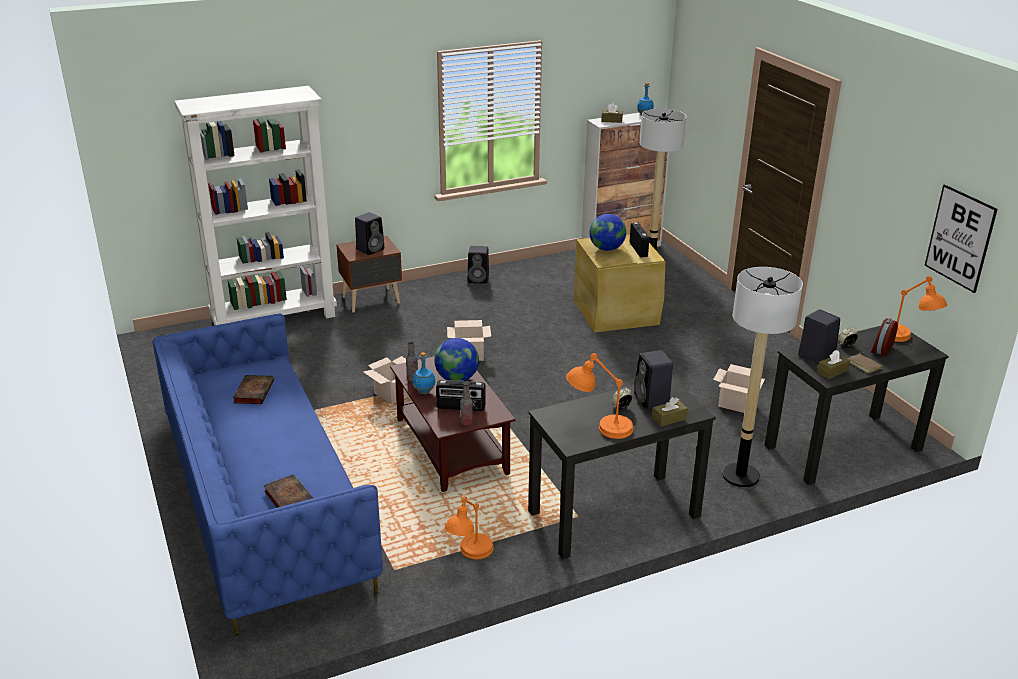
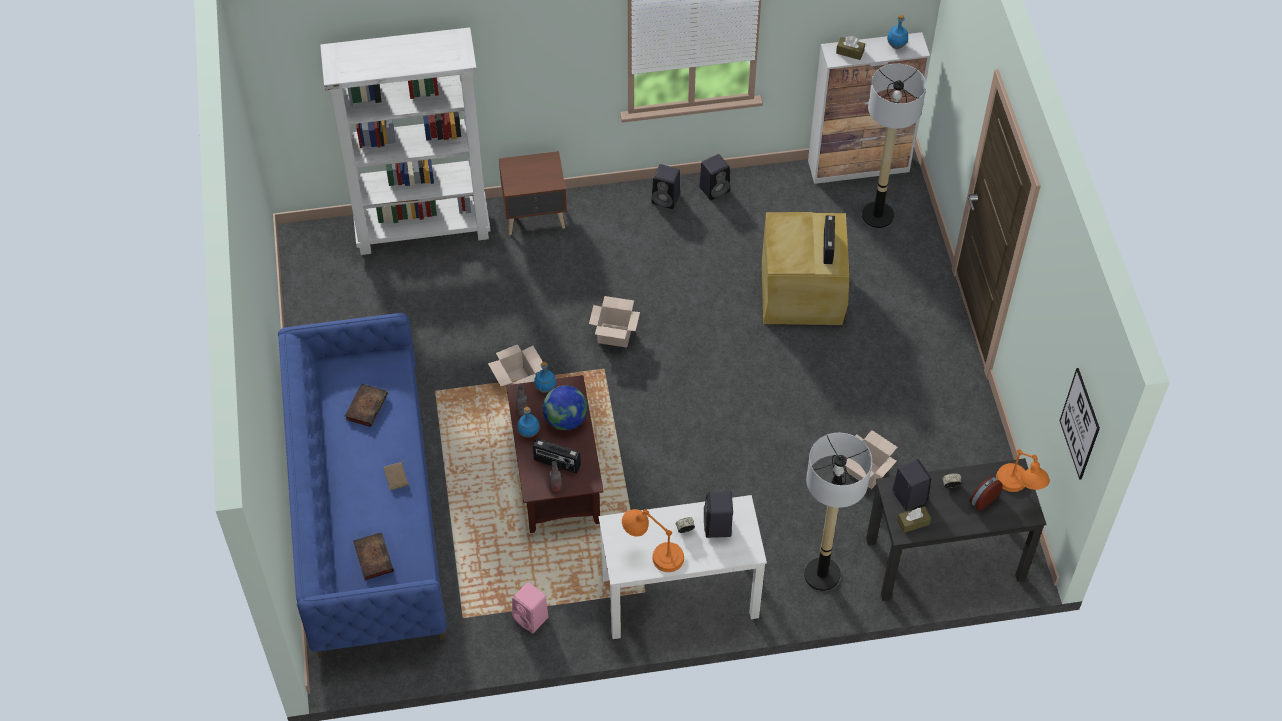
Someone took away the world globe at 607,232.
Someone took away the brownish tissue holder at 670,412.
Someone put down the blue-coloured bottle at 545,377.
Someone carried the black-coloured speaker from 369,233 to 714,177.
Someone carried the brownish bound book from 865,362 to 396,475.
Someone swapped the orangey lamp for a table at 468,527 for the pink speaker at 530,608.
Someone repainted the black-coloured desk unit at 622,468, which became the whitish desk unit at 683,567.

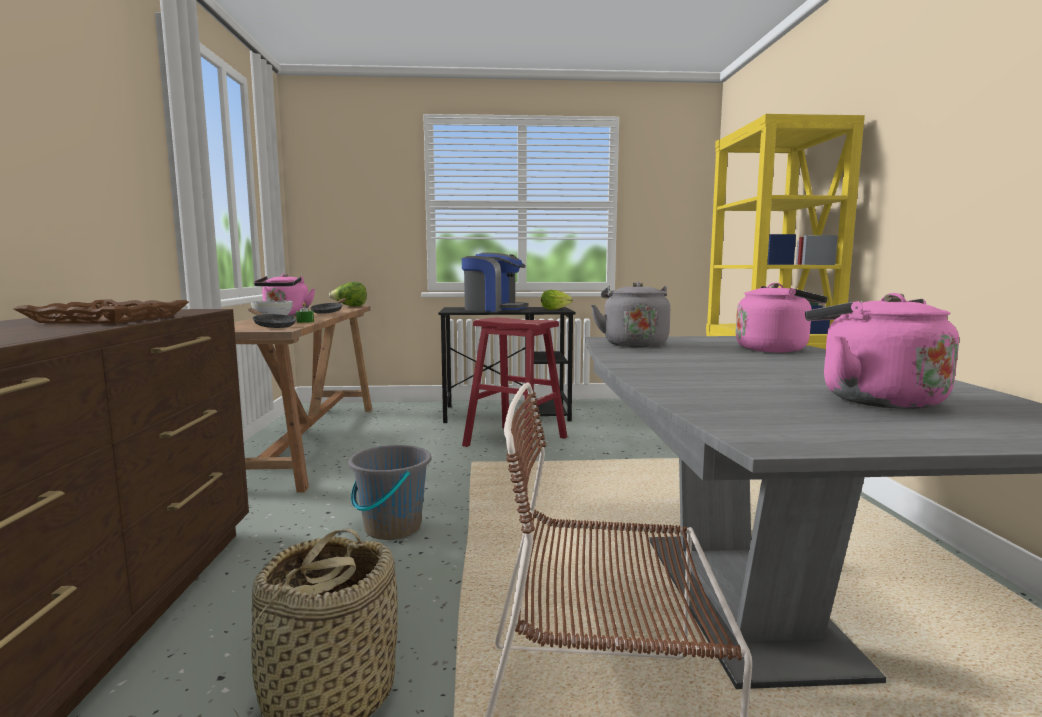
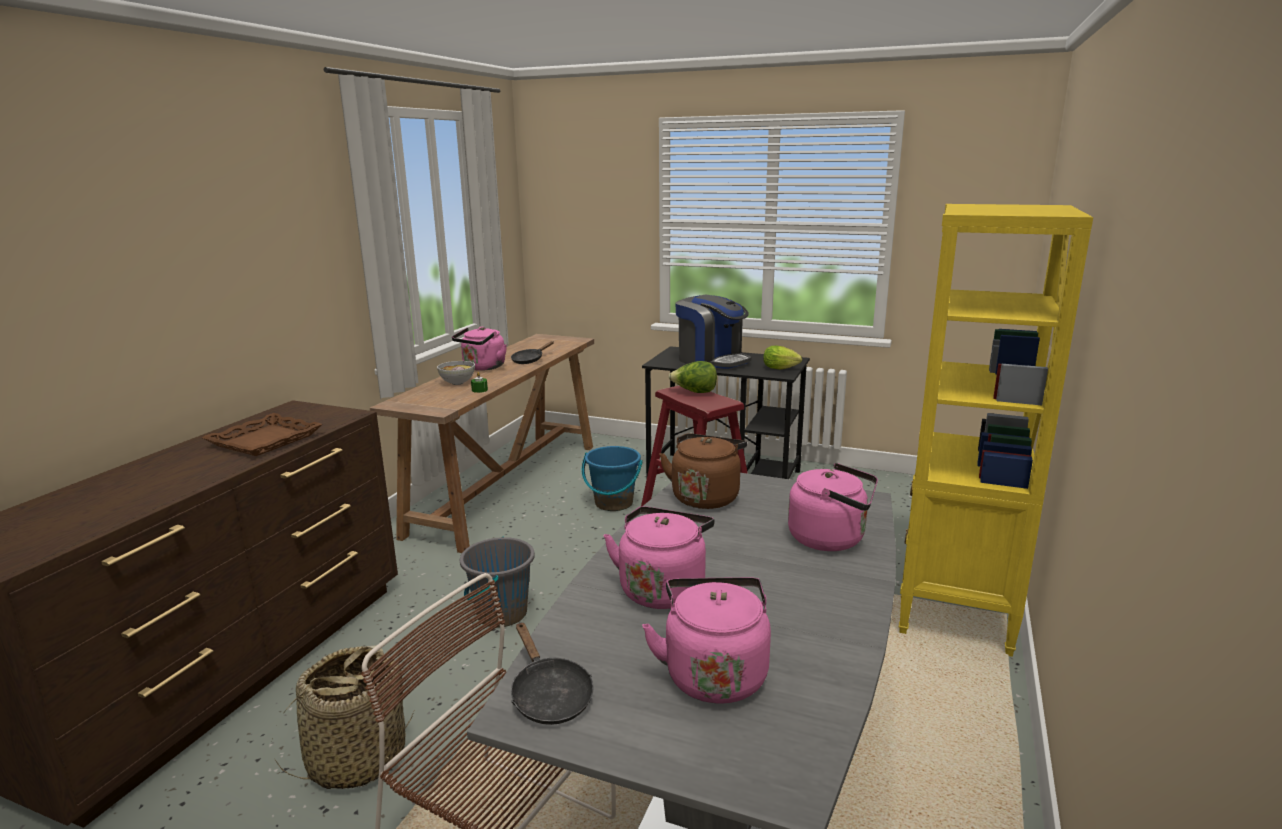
Someone put down the blue-coloured pail at 612,478.
Someone put down the pink tea kettle at 659,557.
Someone carried the black-coloured frying pan from 272,318 to 552,673.
Someone carried the lettuce head from 348,294 to 693,377.
Someone repainted the greyish tea kettle at 630,314, which became the brownish tea kettle at 703,471.

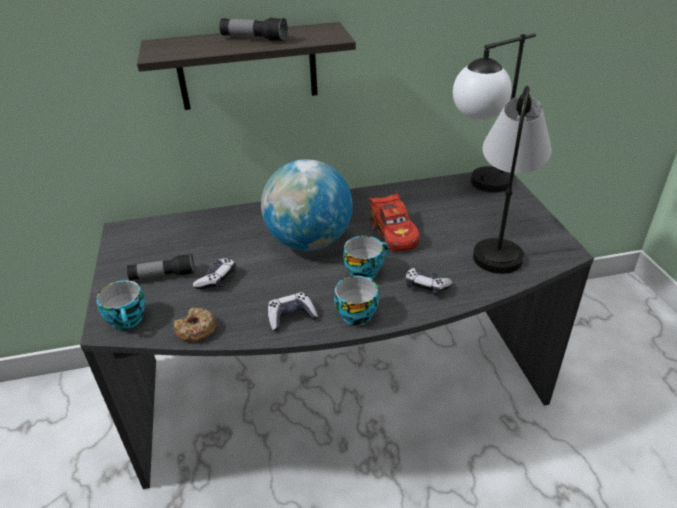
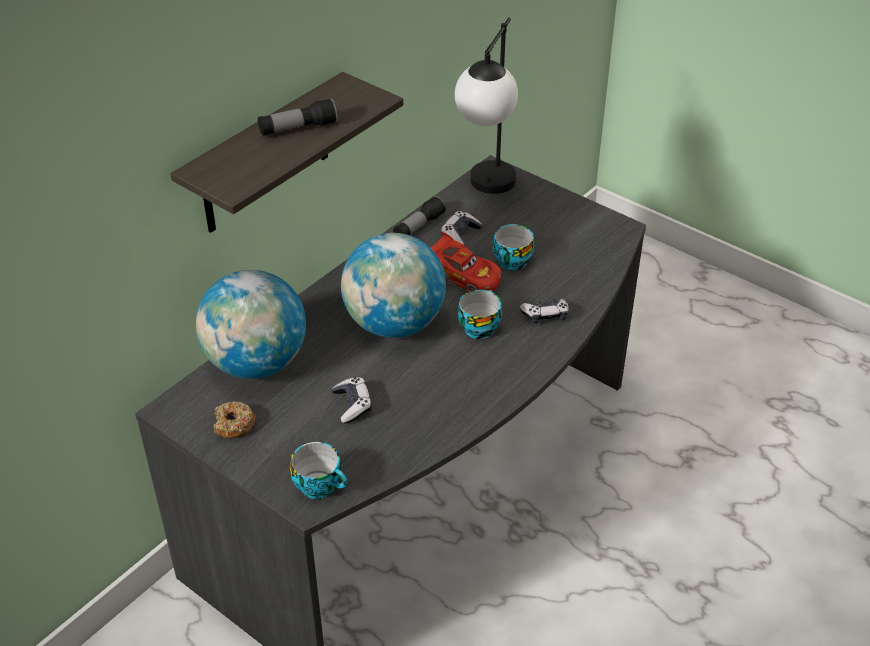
Someone took away the lamp for a table at 512,180.
Someone put down the world globe at 251,324.
Someone carried the hand torch from 161,267 to 419,215.
Someone carried the donut from 195,325 to 234,420.
Someone carried the game controller from 293,311 to 461,228.
Someone carried the cup from 356,301 to 513,247.

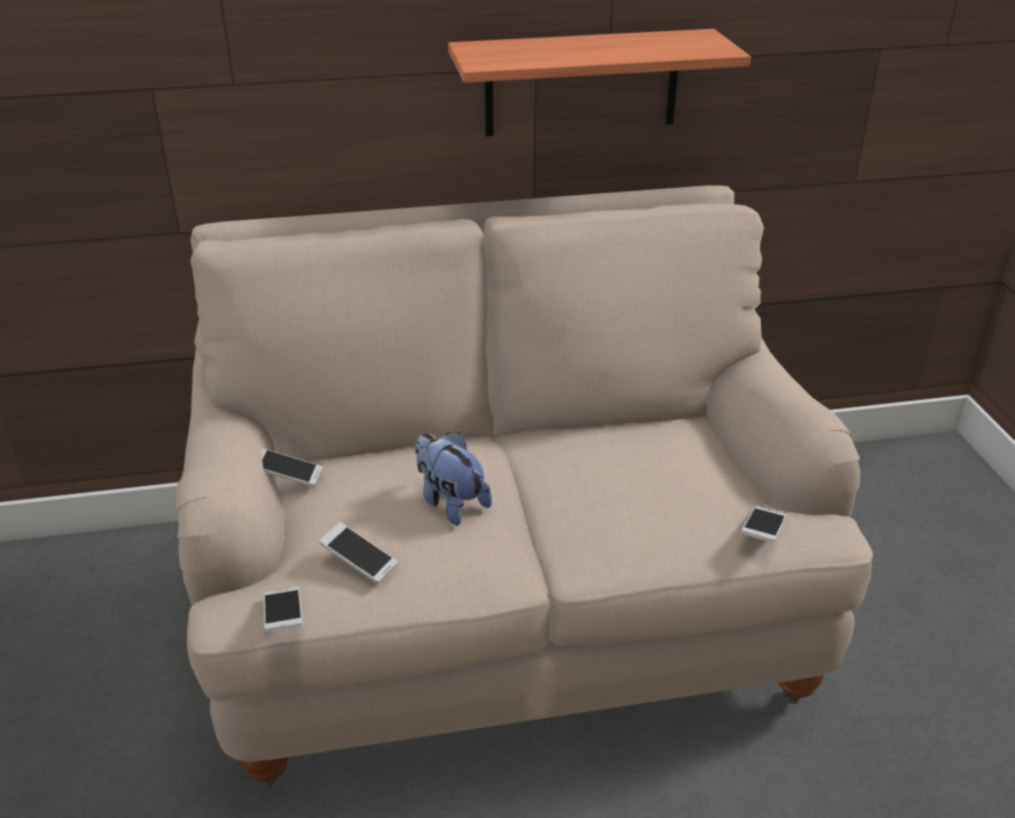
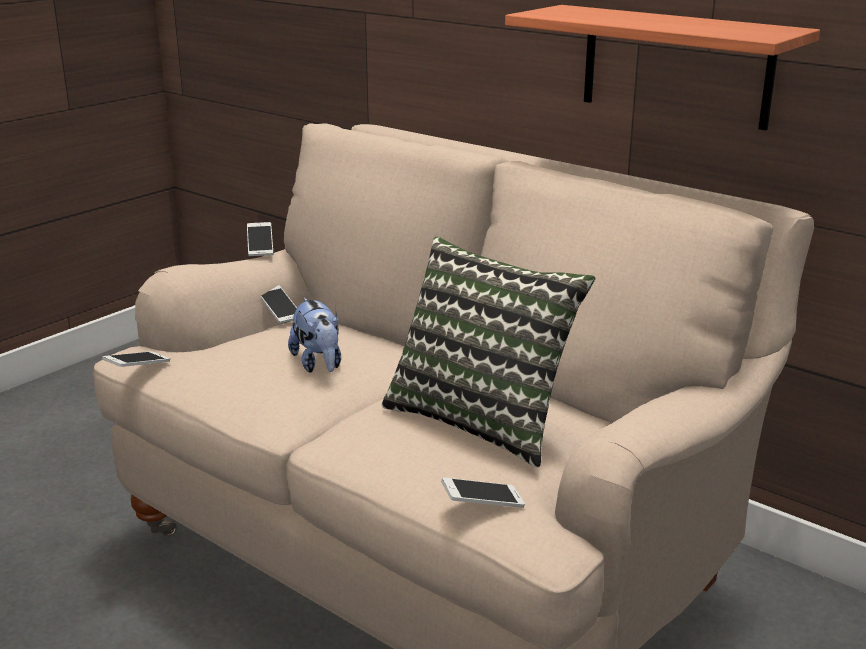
Someone put down the throw pillow at 489,352.
Someone carried the handset from 358,553 to 260,239.
Someone rotated the soft toy at 453,479 by 150 degrees clockwise.

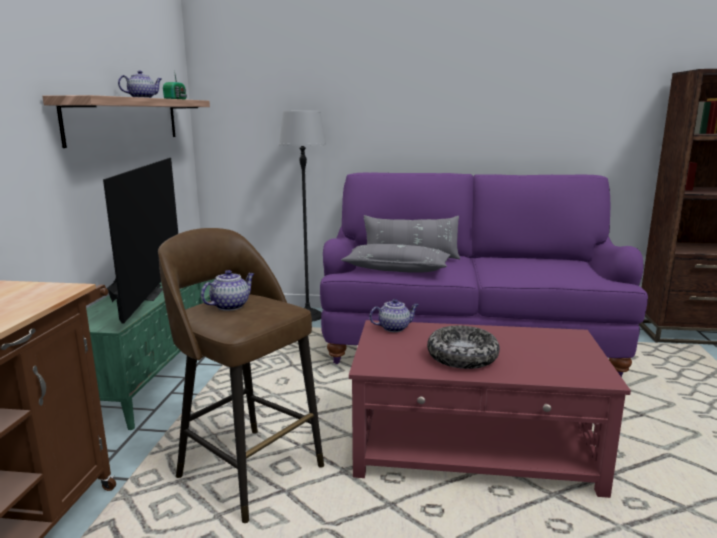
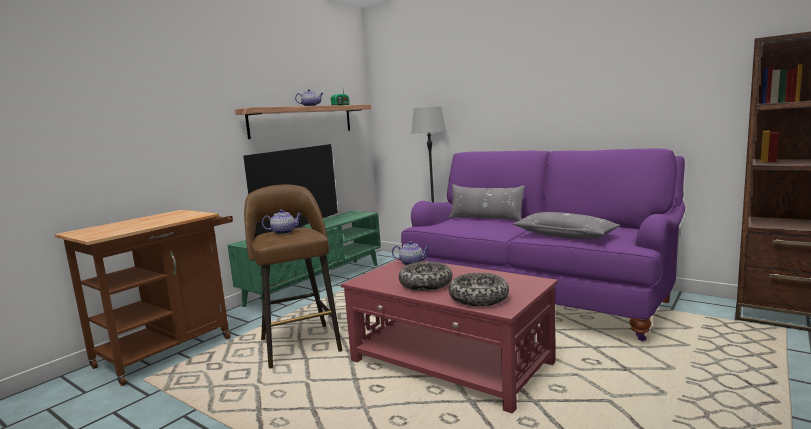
Someone put down the deep dish at 479,289.
Someone carried the greyish throw pillow from 395,258 to 566,225.

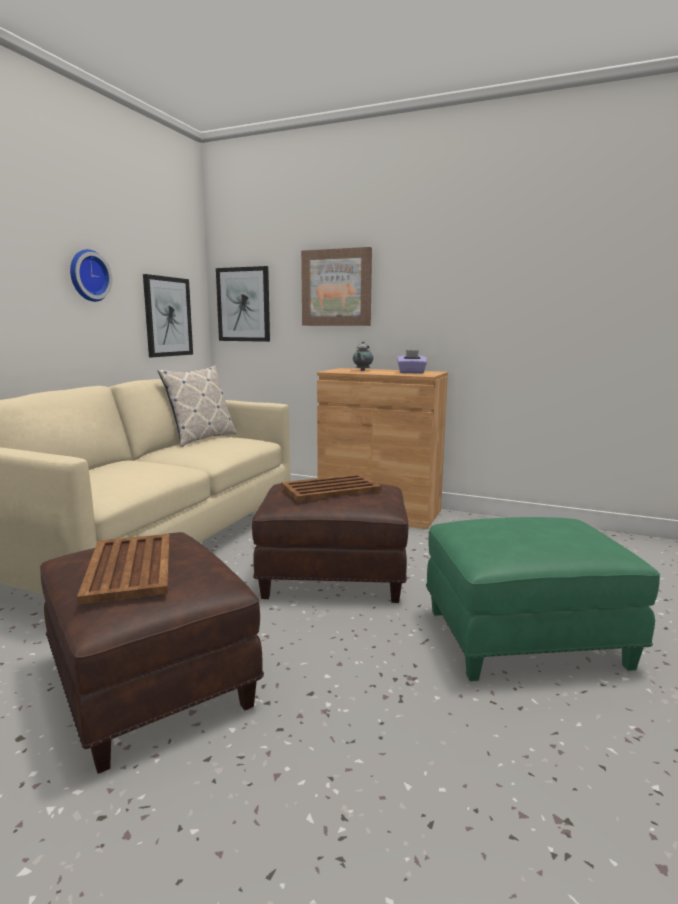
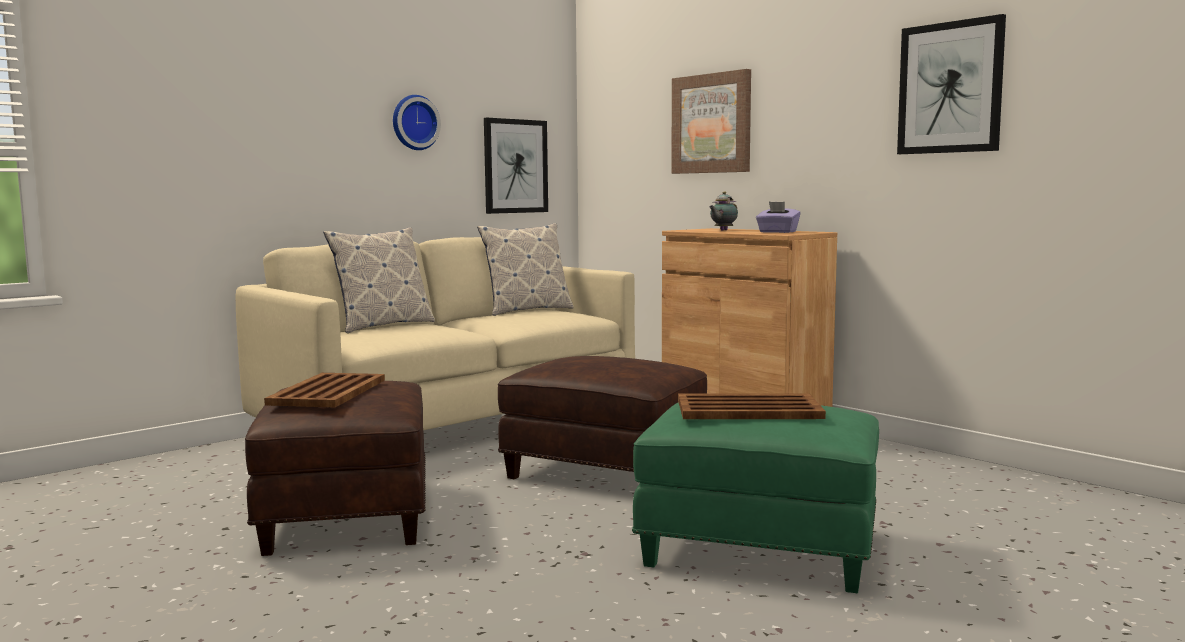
Someone put down the throw pillow at 379,280.
Someone carried the wall picture from 243,304 to 951,84.
Someone carried the brownish carrying tray from 331,487 to 752,406.

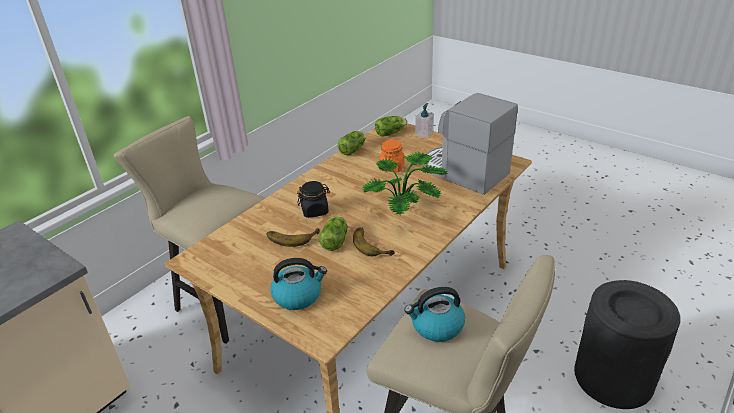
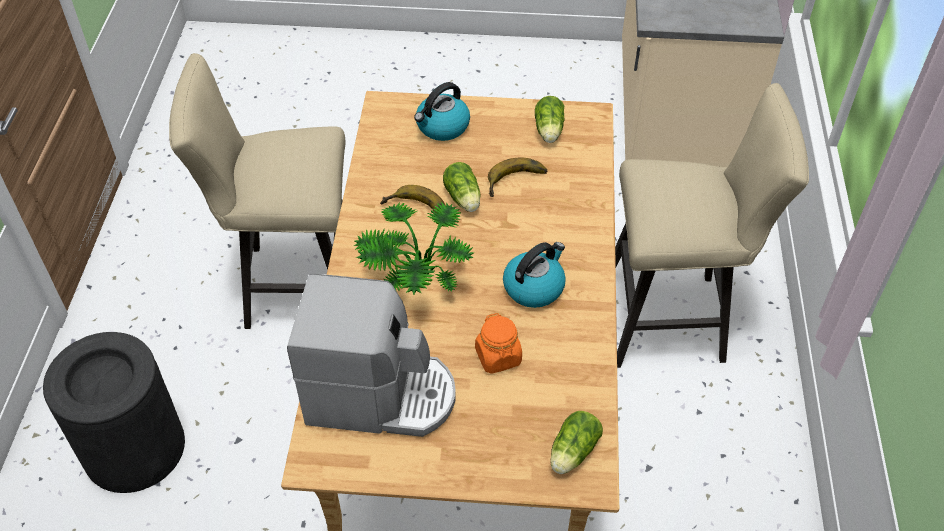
Someone took away the black-coloured preserve jar at 313,199.
Someone took away the liquid soap bottle at 424,120.
Someone carried the lettuce head from 352,143 to 550,119.
Someone carried the tea kettle from 434,314 to 534,275.

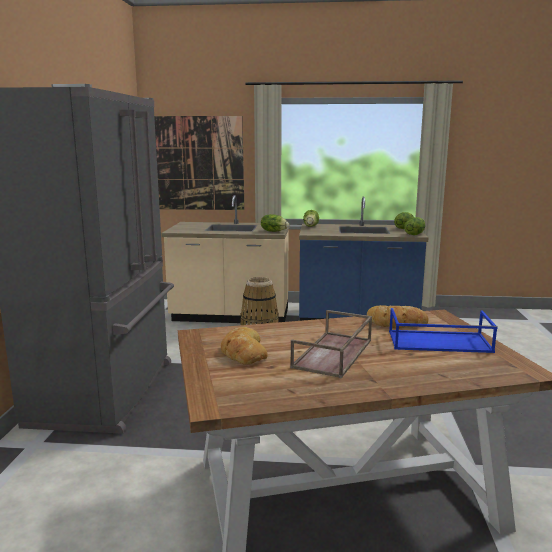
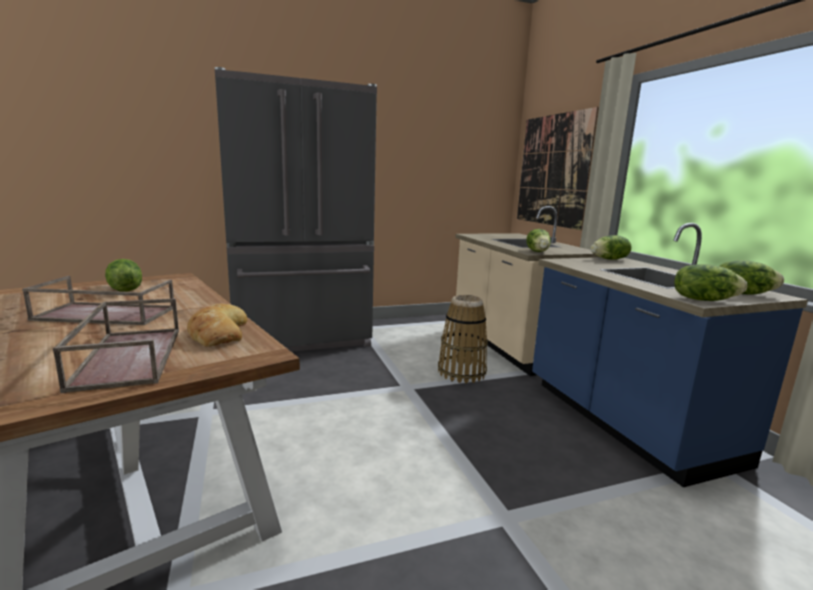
Someone swapped the baked bread at 244,346 for the lettuce head at 123,275.
Someone repainted the blue-coloured carrying tray at 443,330, which became the brownish carrying tray at 116,345.

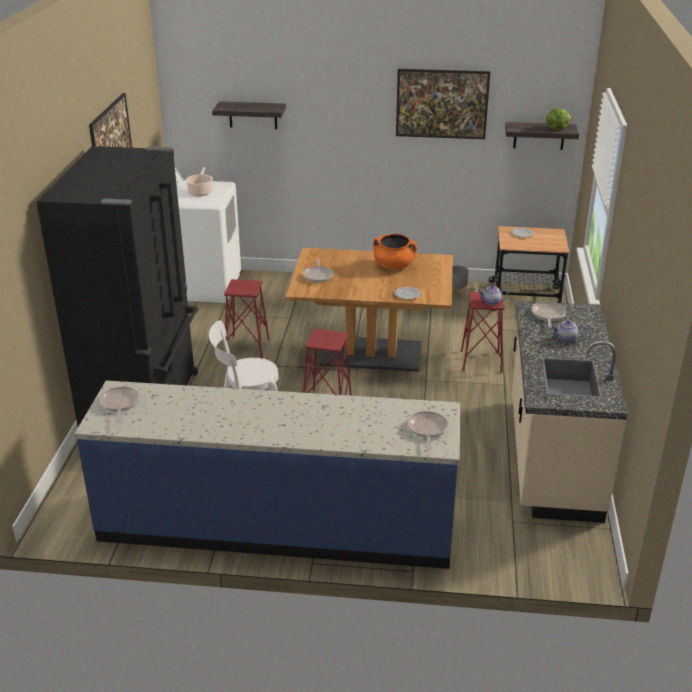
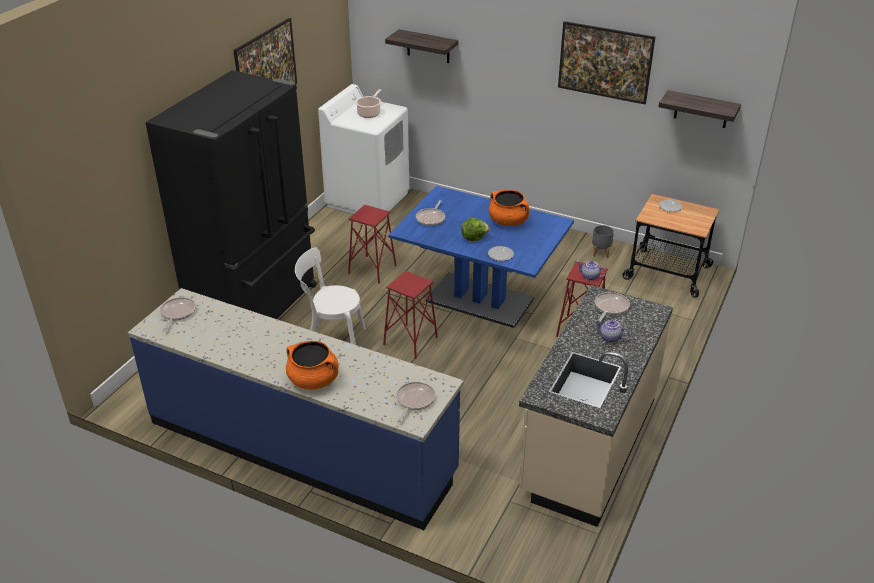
Someone put down the orangey saucepot at 312,365.
Someone carried the lettuce head from 558,119 to 475,229.
Someone repainted the brownish kitchen table at 369,310, which became the blue-coloured kitchen table at 481,257.

